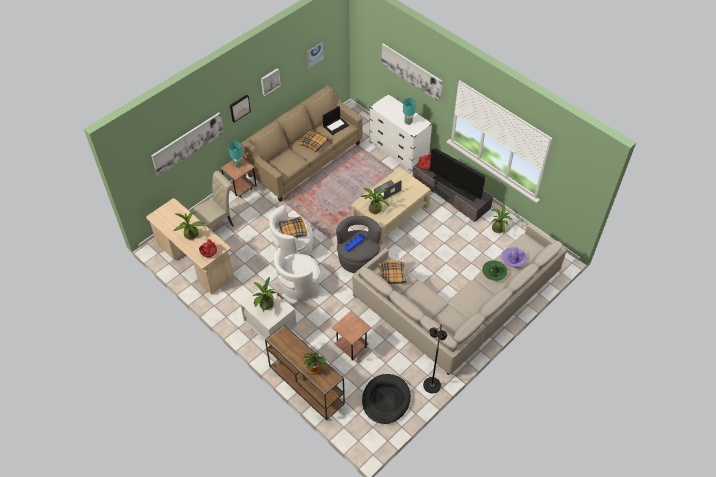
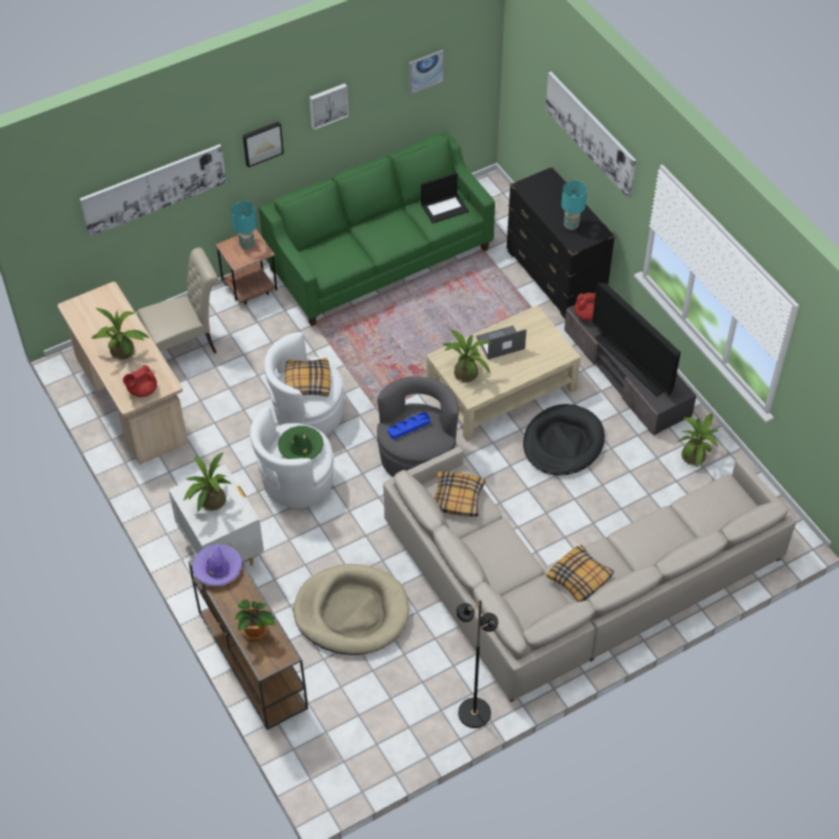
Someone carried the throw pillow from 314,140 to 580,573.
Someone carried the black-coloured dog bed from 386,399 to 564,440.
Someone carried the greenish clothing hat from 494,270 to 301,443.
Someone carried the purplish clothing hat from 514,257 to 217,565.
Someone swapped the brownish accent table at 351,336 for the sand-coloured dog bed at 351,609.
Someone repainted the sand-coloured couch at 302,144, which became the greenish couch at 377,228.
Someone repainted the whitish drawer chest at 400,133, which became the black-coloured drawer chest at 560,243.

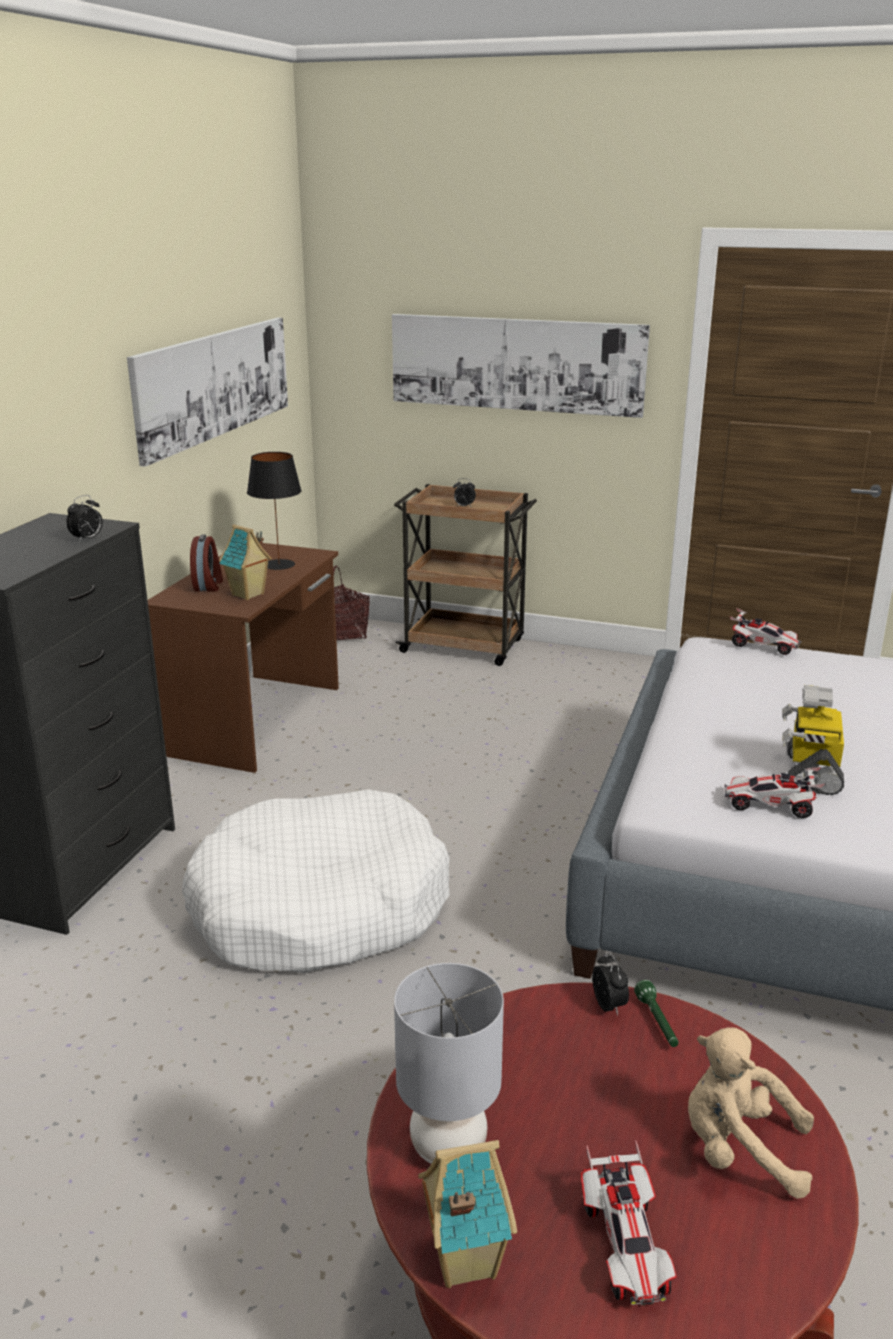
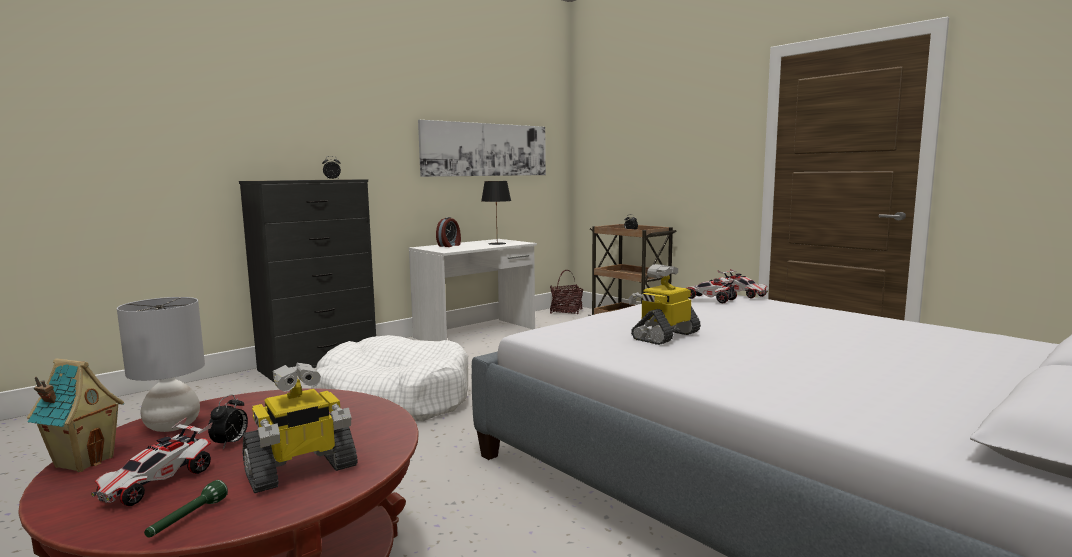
Someone took away the toy house at 245,562.
Someone took away the wall picture at 521,366.
Someone carried the bedside clock from 610,984 to 228,421.
Someone carried the greenish hand torch from 656,1013 to 186,508.
Someone carried the toy car from 774,792 to 713,290.
Someone swapped the sand-coloured soft toy at 751,1113 for the model robot at 300,428.
Someone repainted the brownish desk unit at 243,658, which became the whitish desk unit at 473,290.

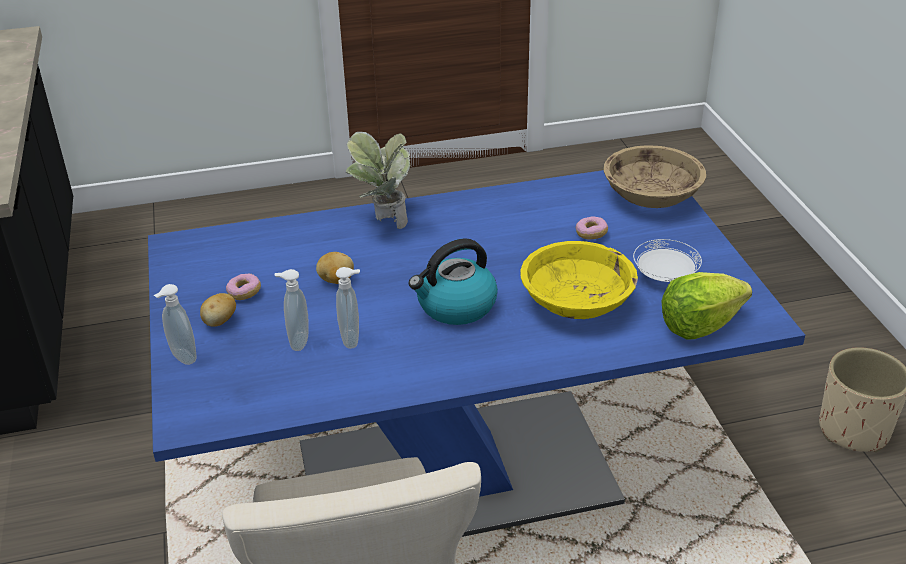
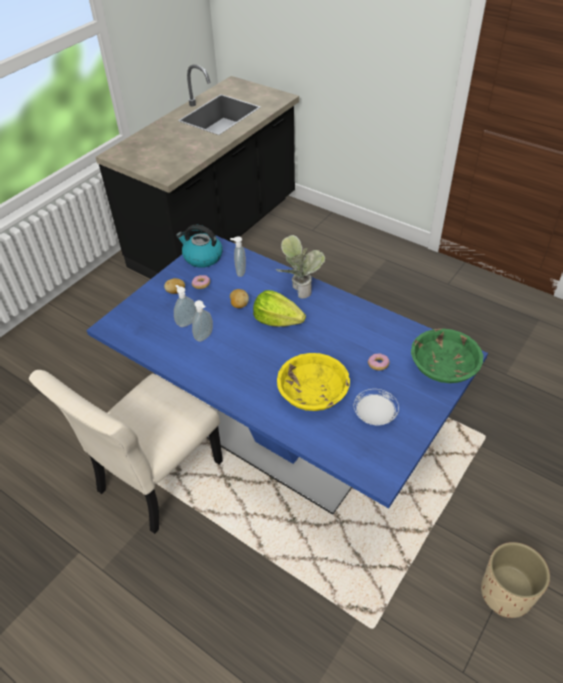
Someone carried the liquid soap bottle from 175,324 to 238,256.
Someone carried the tea kettle from 453,281 to 199,246.
Someone carried the lettuce head from 707,306 to 279,308.
Someone repainted the sand-coloured deep dish at 655,176, which became the greenish deep dish at 447,356.

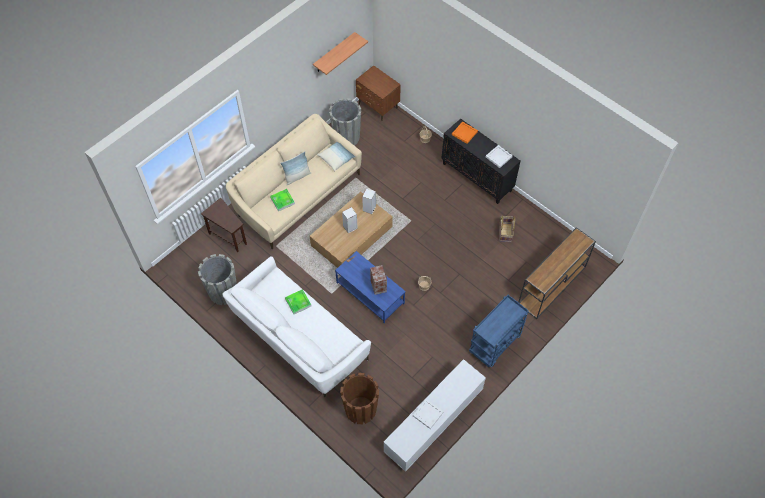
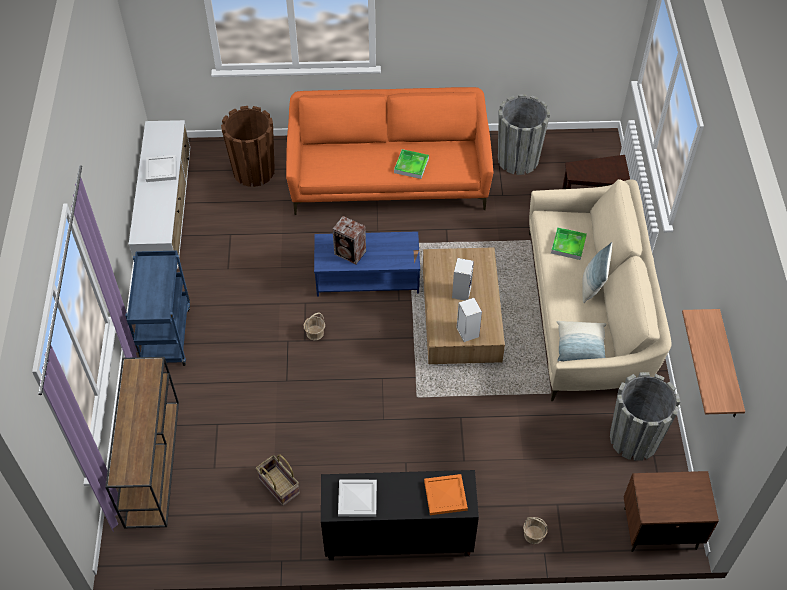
Someone repainted the whitish couch at 296,326, which became the orangey couch at 389,151.

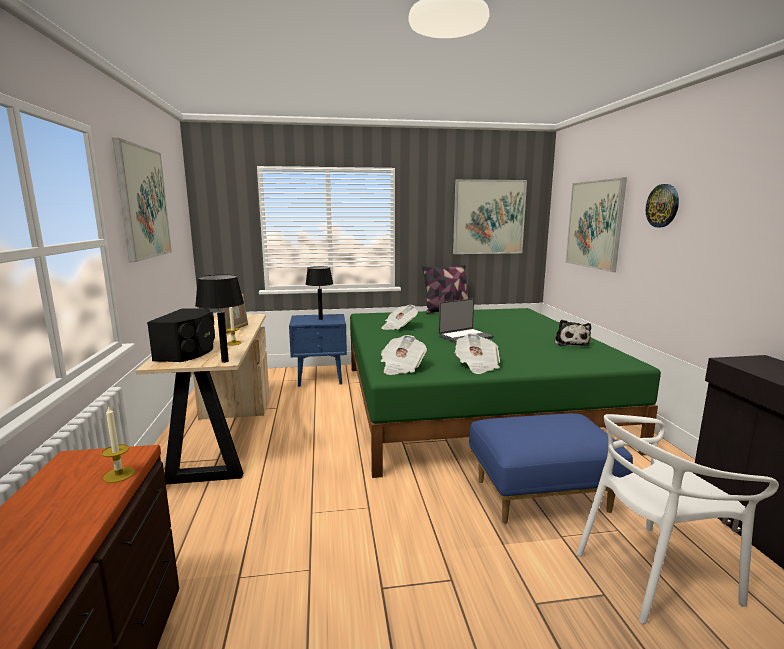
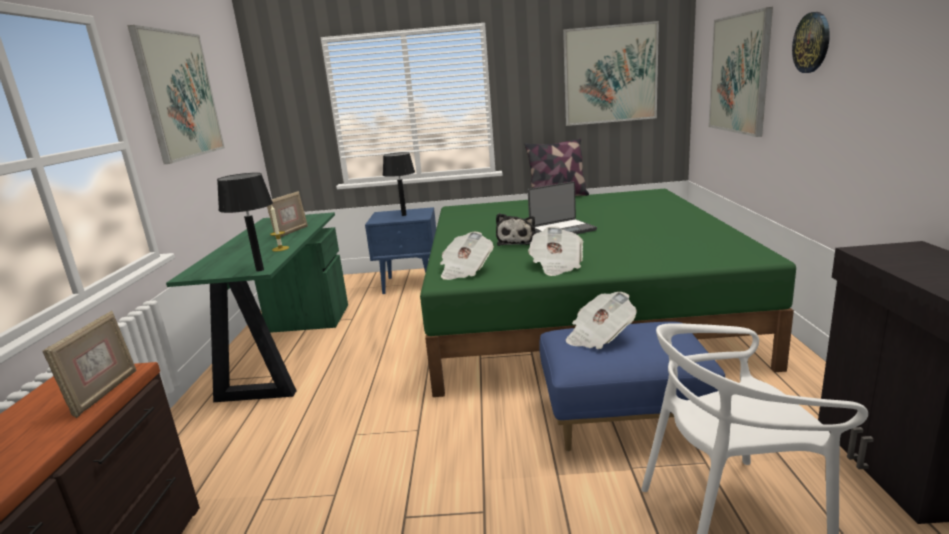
Someone took away the black-coloured speaker at 181,335.
Someone carried the daily paper from 399,317 to 601,320.
Someone carried the soft toy from 572,333 to 516,229.
Someone swapped the wax candle at 118,444 for the picture frame at 89,364.
Someone repainted the sand-coloured desk unit at 202,399, which became the greenish desk unit at 257,307.

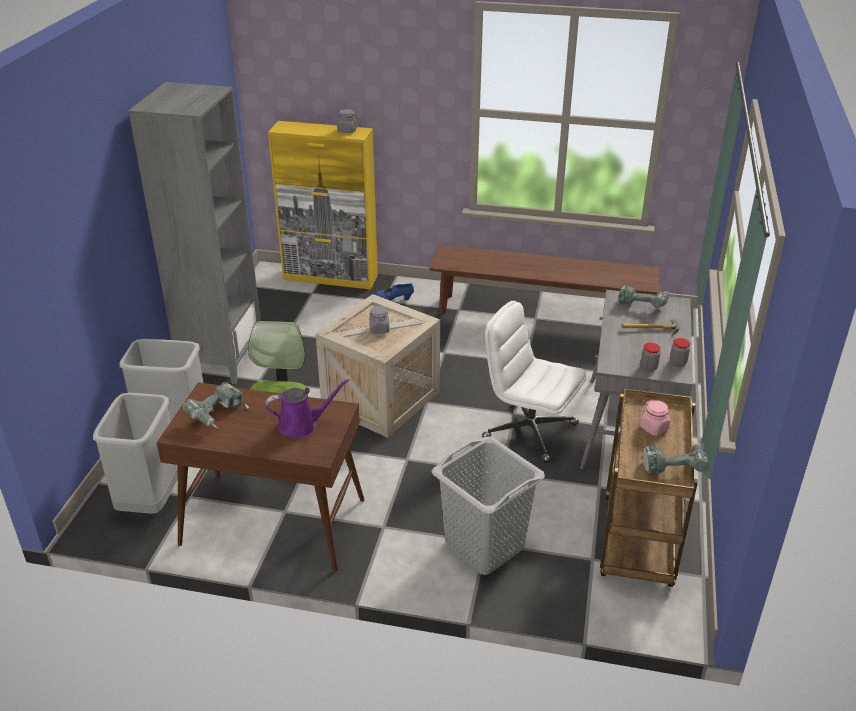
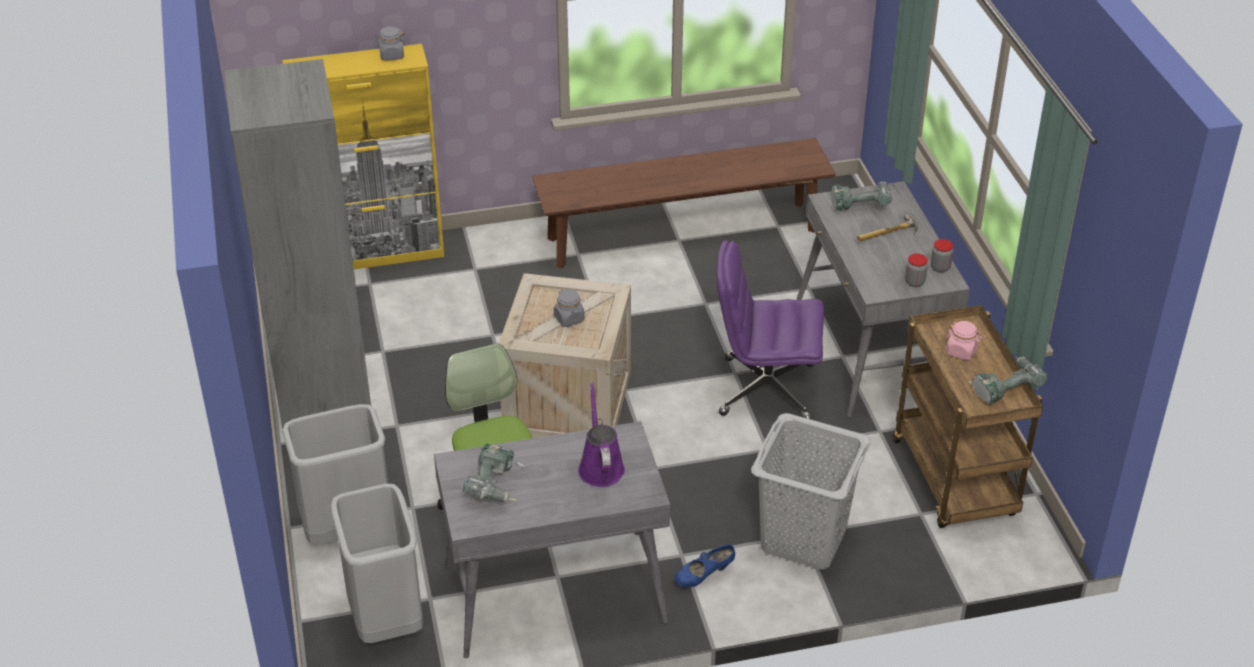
Someone carried the blue-coloured shoe from 394,292 to 704,565.
Someone repainted the brownish desk unit at 260,477, which became the greyish desk unit at 552,540.
Someone repainted the whitish office chair at 534,382, which became the purplish office chair at 770,329.
Someone rotated the purplish sprinkling can at 307,408 by 60 degrees counterclockwise.

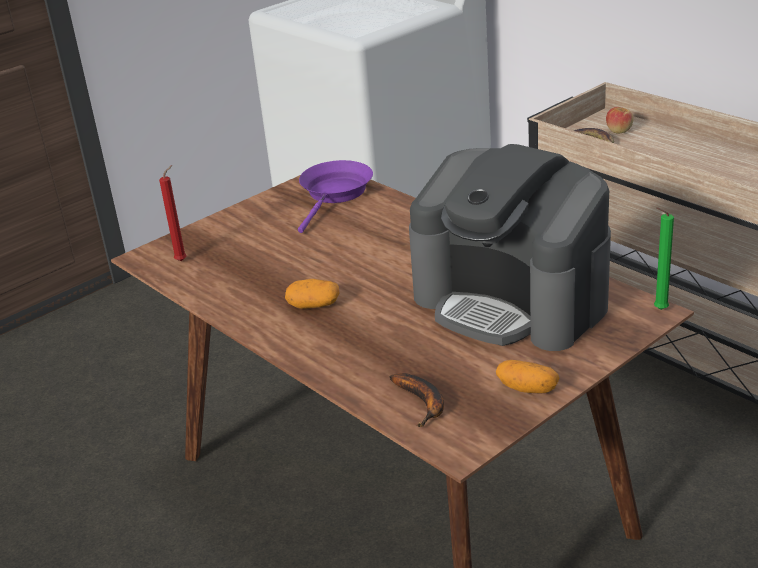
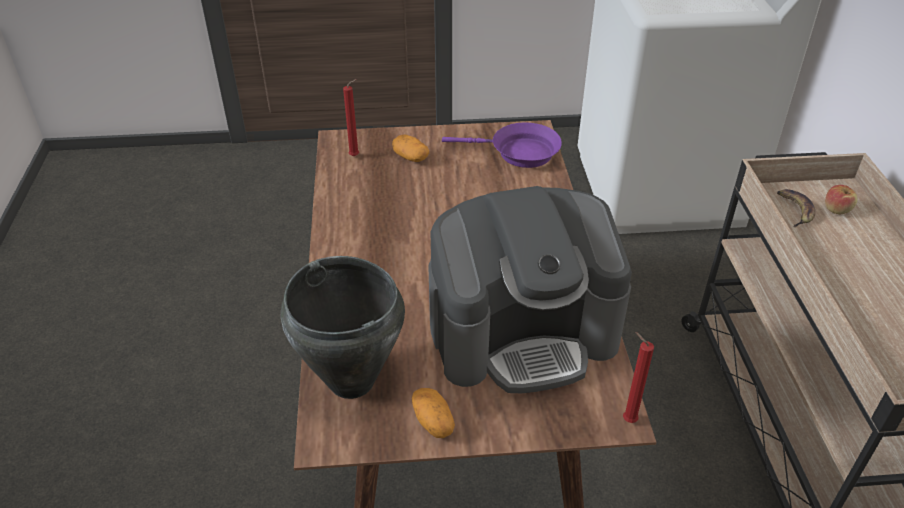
Someone carried the potato from 312,294 to 410,148.
Someone swapped the banana fruit at 417,400 for the black-coloured saucepot at 343,327.
Someone repainted the greenish wax candle at 664,258, which became the reddish wax candle at 638,377.
Someone rotated the purplish frying pan at 335,196 by 45 degrees clockwise.
Someone rotated the coffee machine at 510,247 by 90 degrees counterclockwise.

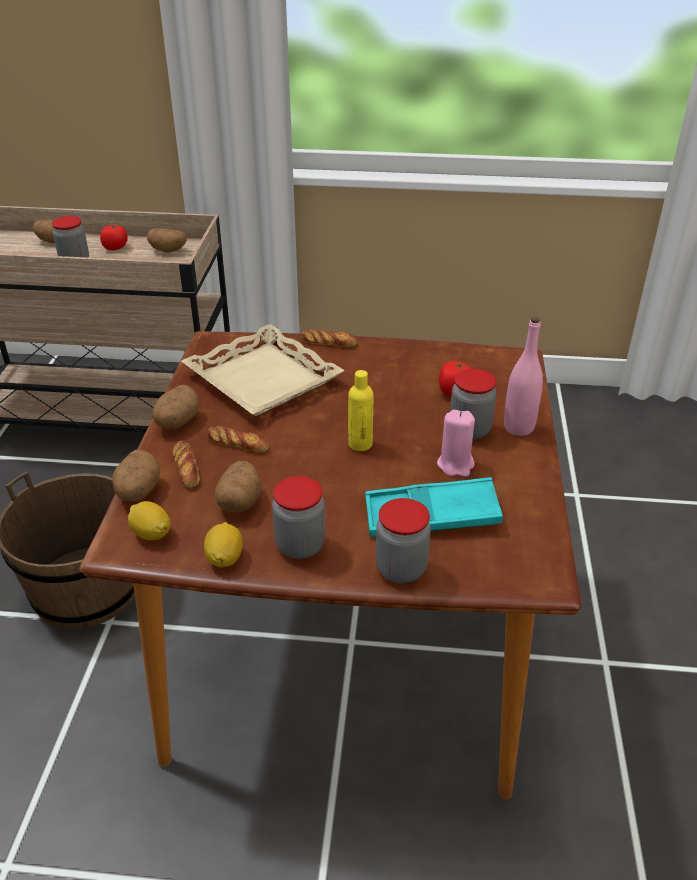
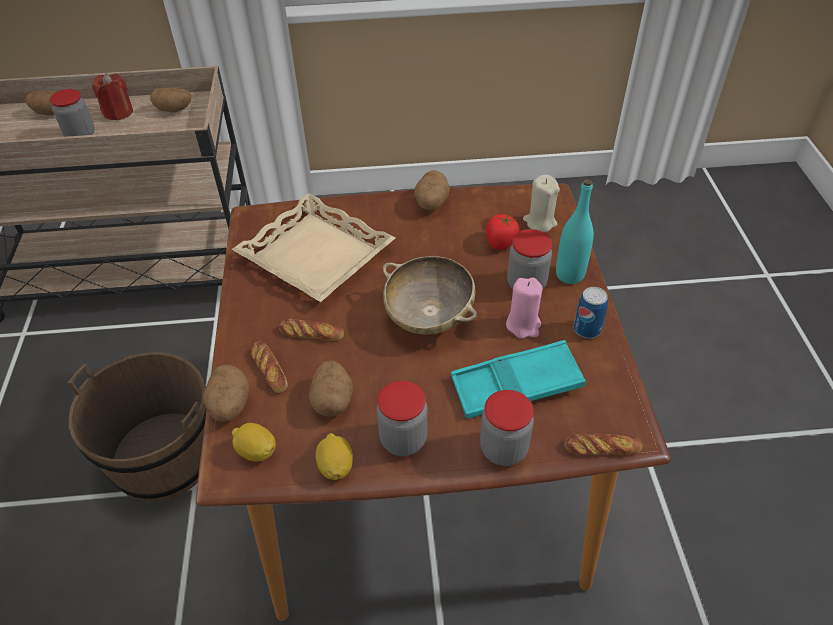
Someone put down the sand-coloured wax candle at 541,203.
Someone put down the sealed can at 591,312.
Someone carried the potato from 176,407 to 432,190.
Someone carried the baked bread from 329,338 to 603,444.
Someone swapped the tomato at 114,237 for the reddish wax candle at 112,96.
Someone swapped the yellow bottle at 361,410 for the sand-coloured deep dish at 429,295.
Someone repainted the pink bottle at 523,376, which became the turquoise bottle at 575,231.

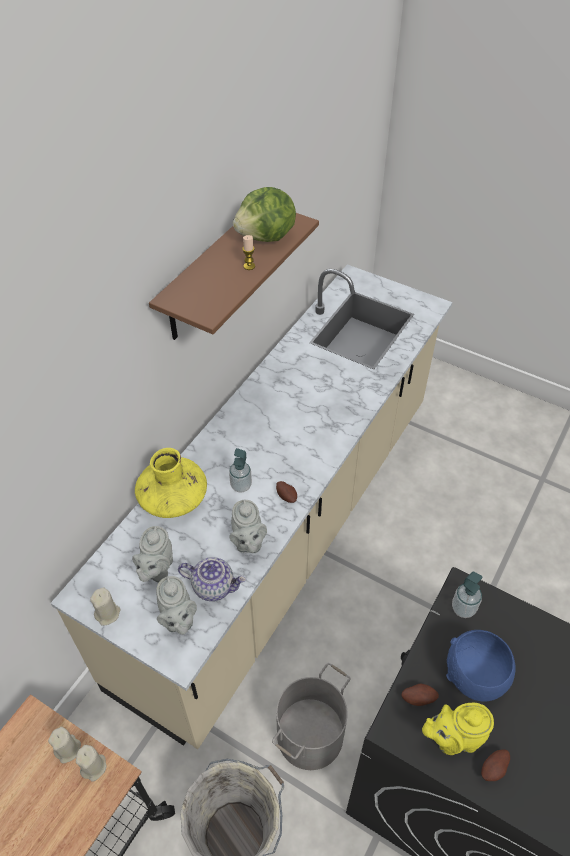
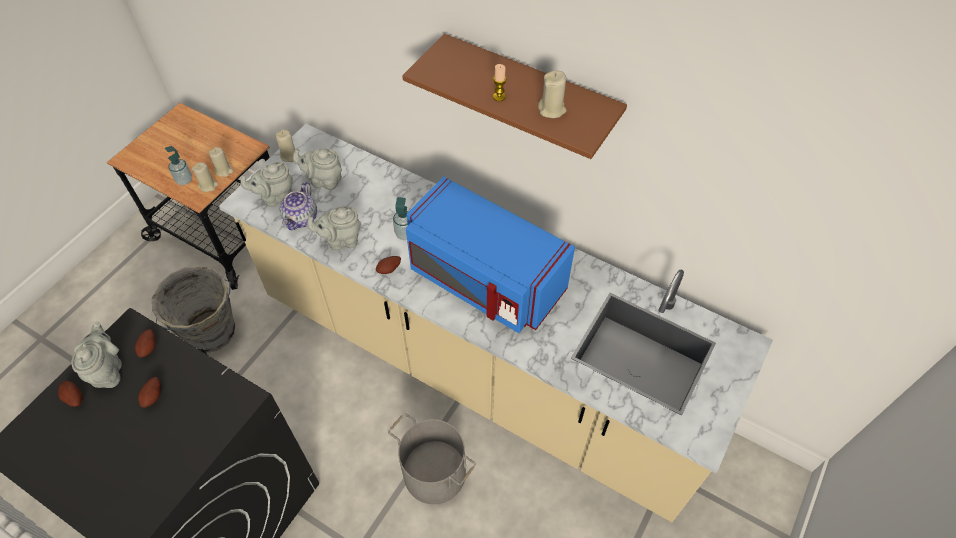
Someone took away the yellow decorative vase at 171,483.
Someone put down the blue-coloured microwave at 490,254.
Someone carried the greyish pail from 311,716 to 432,459.
Someone carried the liquid soap bottle from 467,594 to 178,165.
Someone swapped the lettuce head at 264,214 for the sand-coloured wax candle at 552,94.
Someone swapped the blue-coloured deep dish at 481,666 for the potato at 149,392.
Someone repainted the yellow teapot at 458,729, which became the greyish teapot at 96,355.

